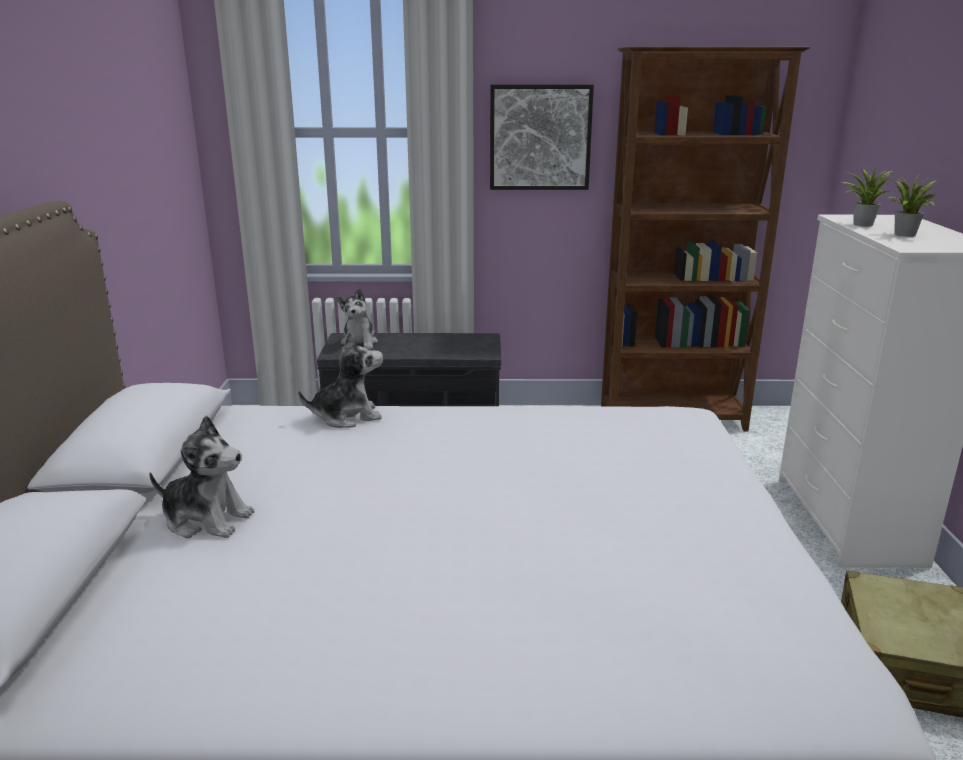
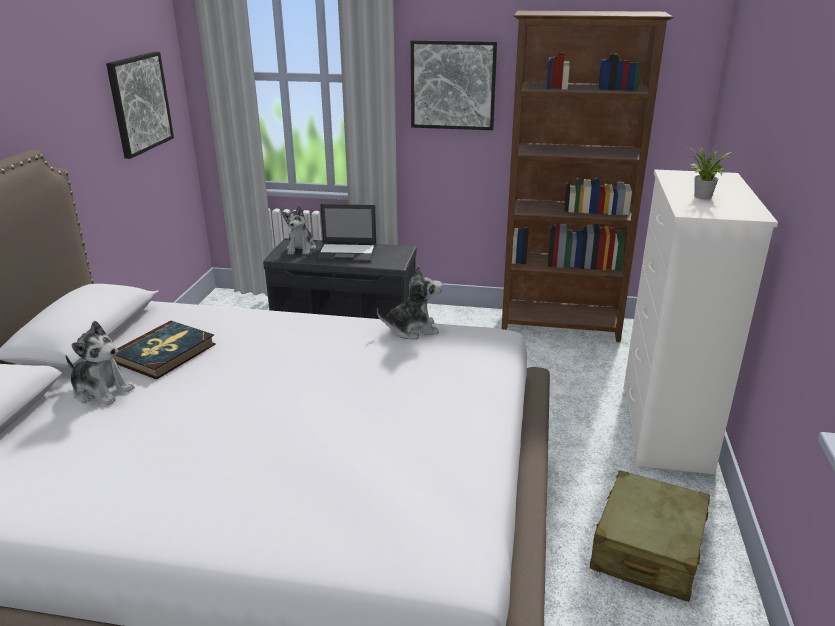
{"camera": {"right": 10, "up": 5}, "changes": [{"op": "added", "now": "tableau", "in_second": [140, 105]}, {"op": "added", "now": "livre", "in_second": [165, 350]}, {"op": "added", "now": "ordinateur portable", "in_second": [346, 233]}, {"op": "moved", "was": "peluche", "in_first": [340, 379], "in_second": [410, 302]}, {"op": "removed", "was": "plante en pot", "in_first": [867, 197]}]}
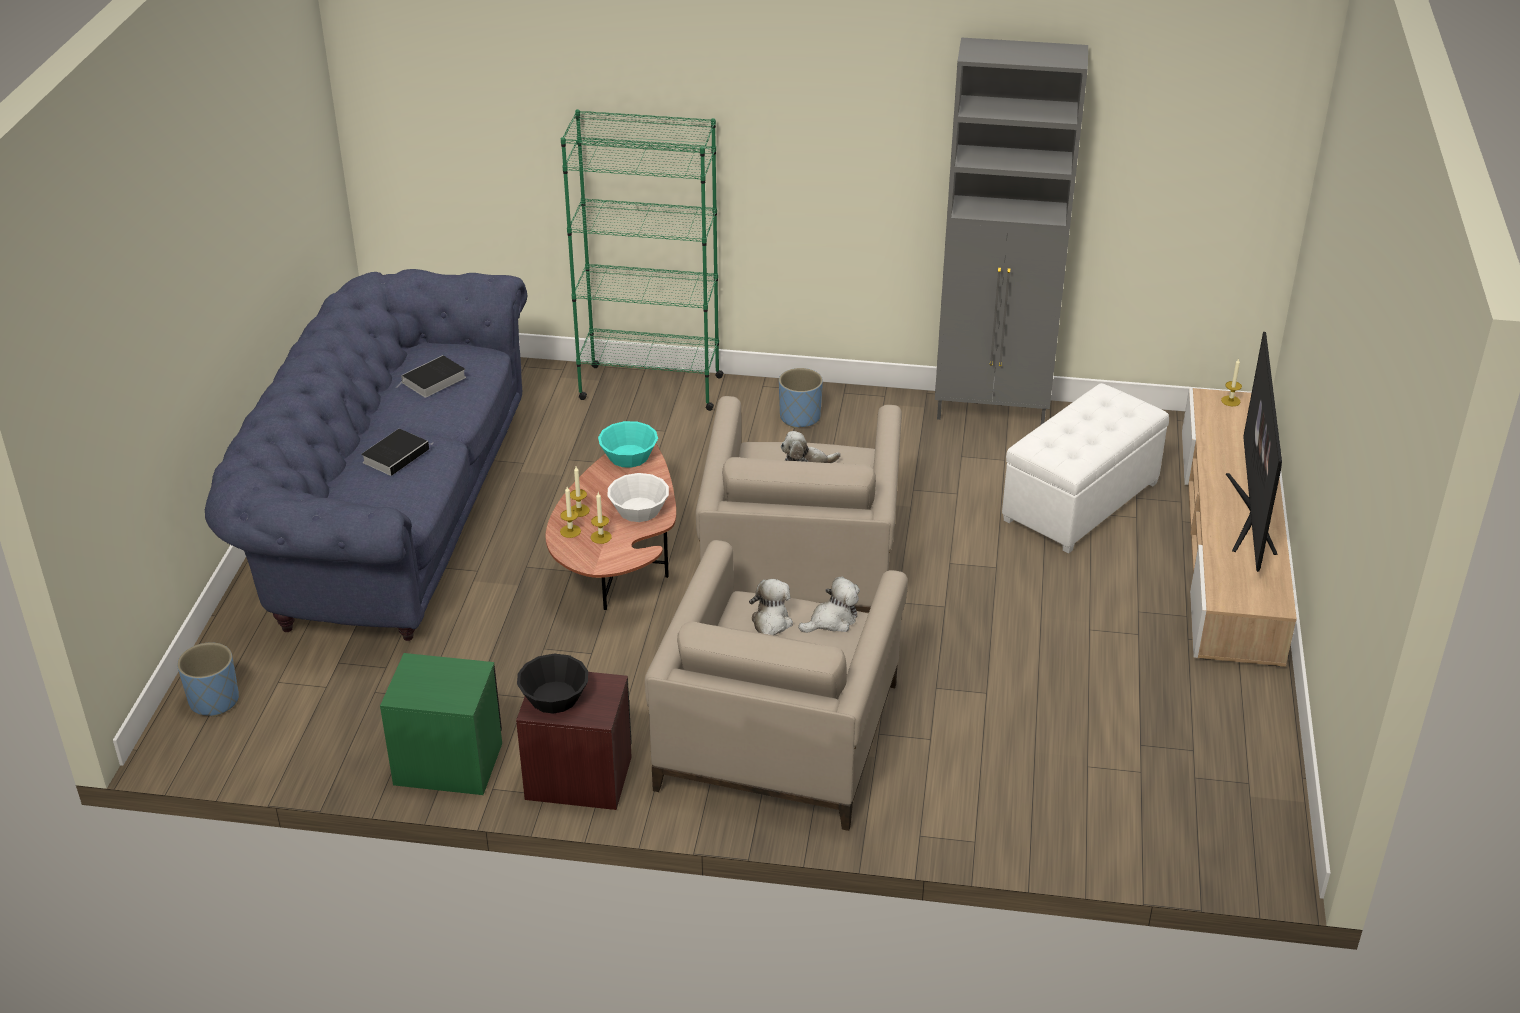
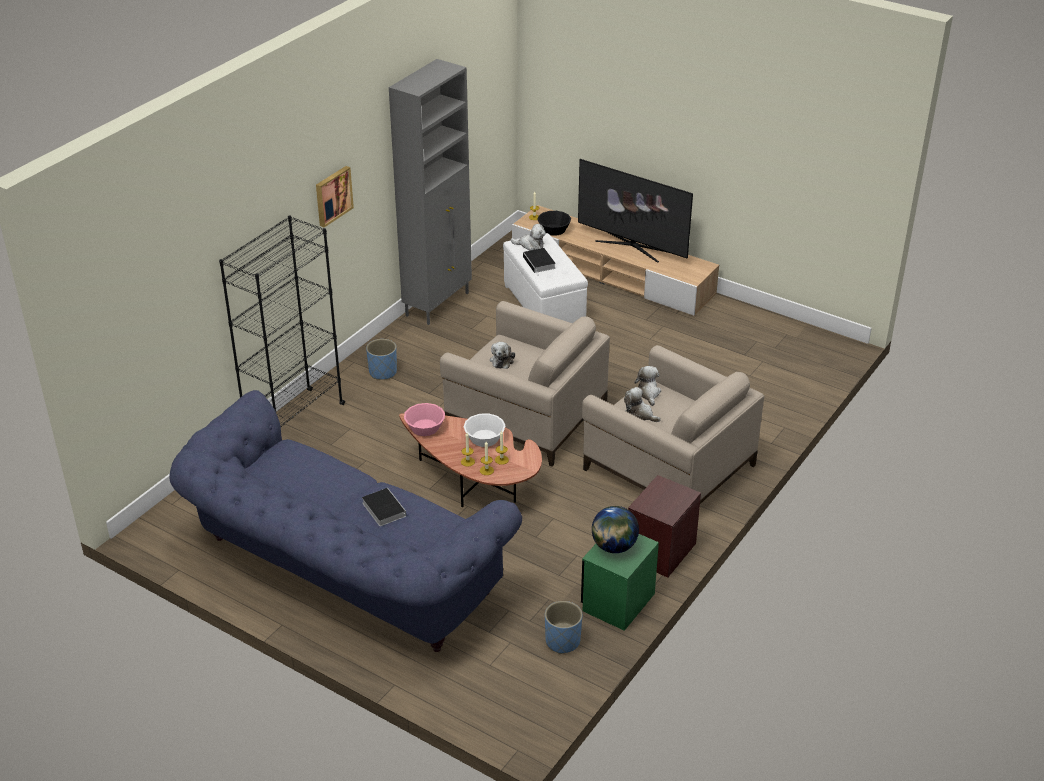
{"camera": {"right": -65, "up": 0}, "changes": [{"op": "recoloured", "was": "bibliothèque [vert]", "now": "bibliothèque [noir]", "in_first": [642, 260], "in_second": [282, 321]}, {"op": "added", "now": "tableau", "in_second": [335, 196]}, {"op": "recoloured", "was": "bol [turquoise]", "now": "bol [rose]", "in_first": [628, 444], "in_second": [424, 419]}, {"op": "added", "now": "peluche", "in_second": [528, 237]}, {"op": "moved", "was": "livre", "in_first": [431, 376], "in_second": [539, 261]}, {"op": "moved", "was": "bol [noir]", "in_first": [552, 683], "in_second": [554, 223]}, {"op": "moved", "was": "cache-pot [bleu]", "in_first": [208, 679], "in_second": [563, 627]}, {"op": "added", "now": "globe", "in_second": [615, 529]}]}
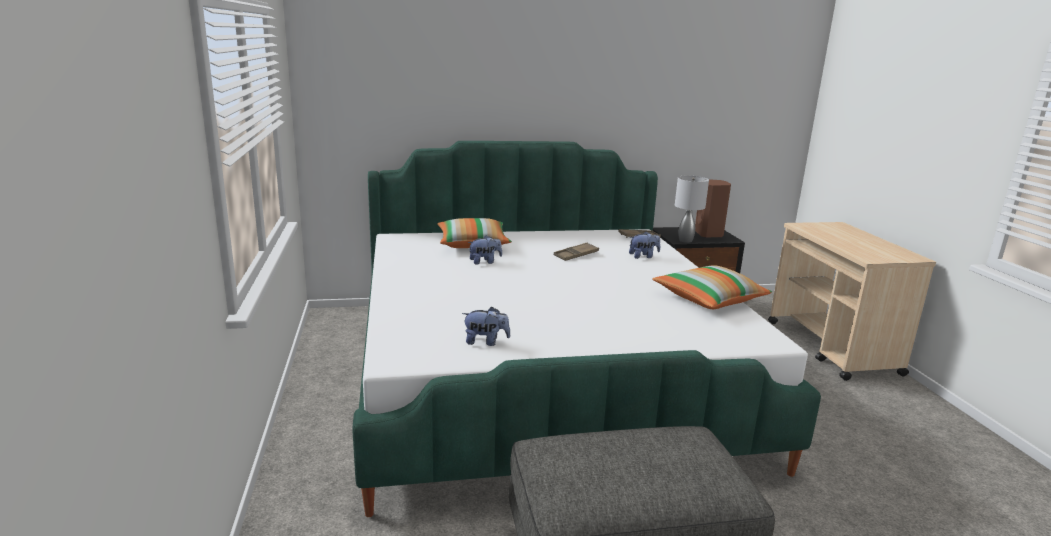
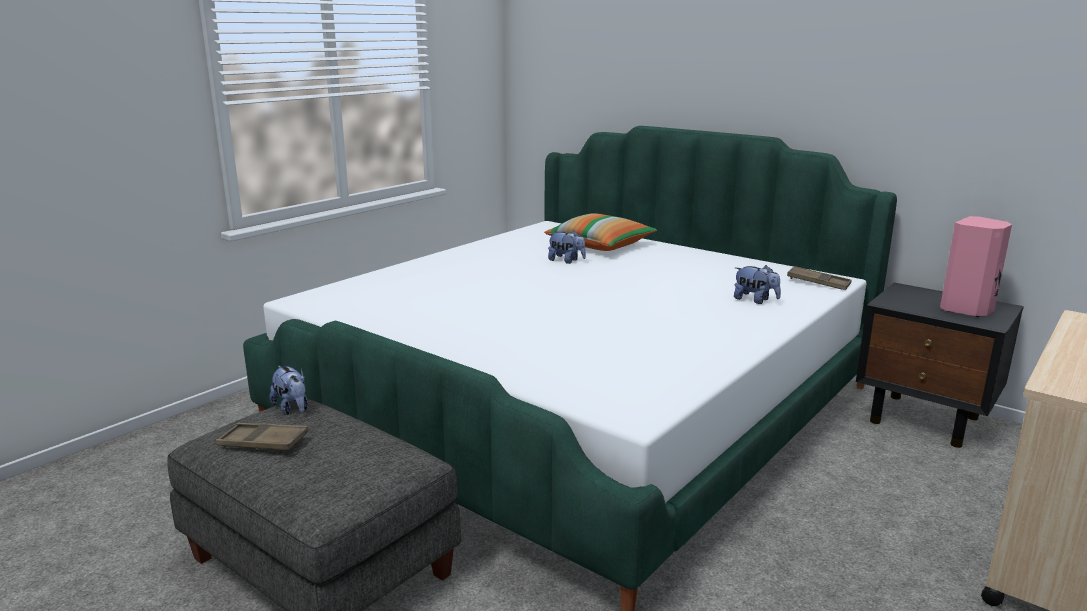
{"camera": {"right": 50, "up": 0}, "changes": [{"op": "moved", "was": "plateau [marron]", "in_first": [576, 251], "in_second": [262, 437]}, {"op": "moved", "was": "peluche", "in_first": [486, 326], "in_second": [289, 390]}, {"op": "recoloured", "was": "enceinte [marron]", "now": "enceinte [rose]", "in_first": [713, 208], "in_second": [976, 266]}, {"op": "removed", "was": "coussin", "in_first": [712, 287]}, {"op": "removed", "was": "lampe de table [gris]", "in_first": [692, 209]}]}
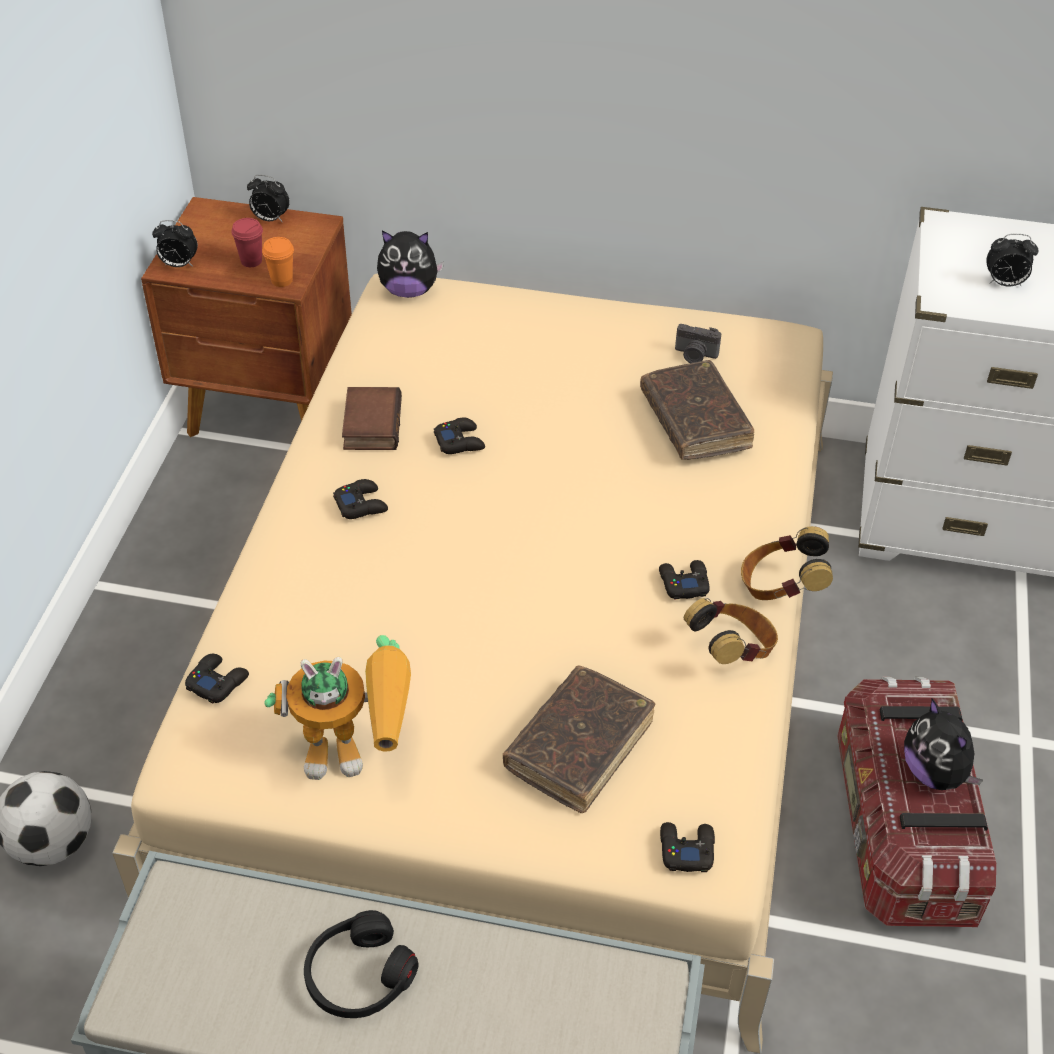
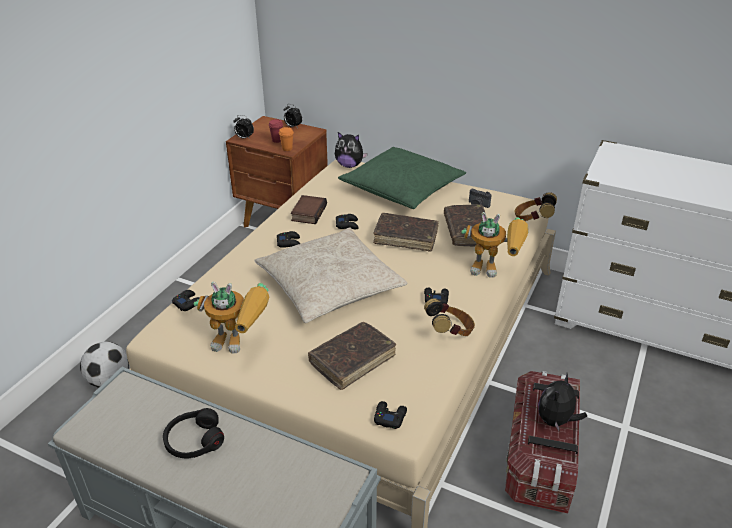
{"camera": {"right": 15, "up": -10}, "changes": [{"op": "added", "now": "coussin [beige]", "in_second": [330, 275]}, {"op": "added", "now": "coussin [vert]", "in_second": [402, 178]}, {"op": "added", "now": "livre [marron]", "in_second": [406, 232]}, {"op": "added", "now": "robot jouet", "in_second": [494, 245]}, {"op": "moved", "was": "casque audio", "in_first": [787, 563], "in_second": [535, 206]}, {"op": "turned", "was": "peluche", "in_first": [943, 744], "in_second": [562, 402], "clockwise": 45}, {"op": "removed", "was": "réveil", "in_first": [1012, 260]}]}
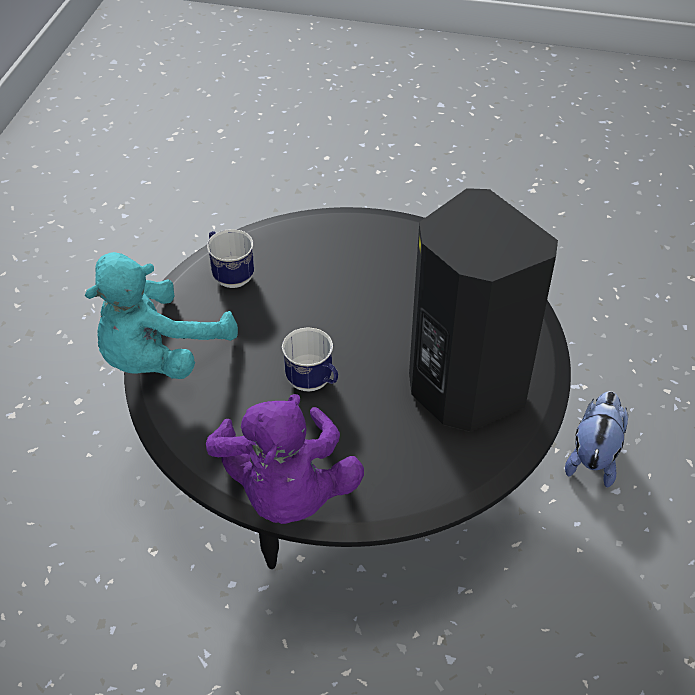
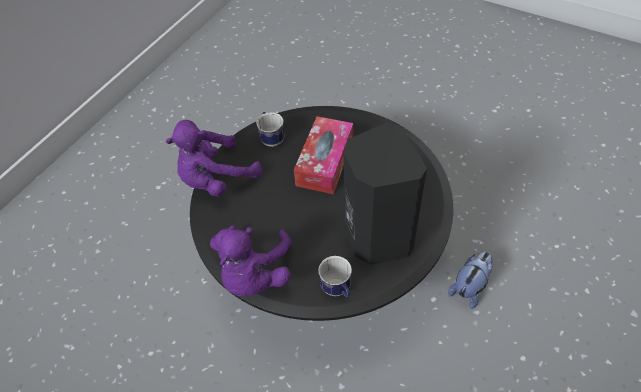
{"camera": {"right": 20, "up": 5}, "changes": [{"op": "recoloured", "was": "peluche [turquoise]", "now": "peluche [violet]", "in_first": [161, 315], "in_second": [214, 158]}, {"op": "added", "now": "boîte à mouchoirs", "in_second": [323, 155]}, {"op": "moved", "was": "mug", "in_first": [310, 359], "in_second": [335, 276]}]}
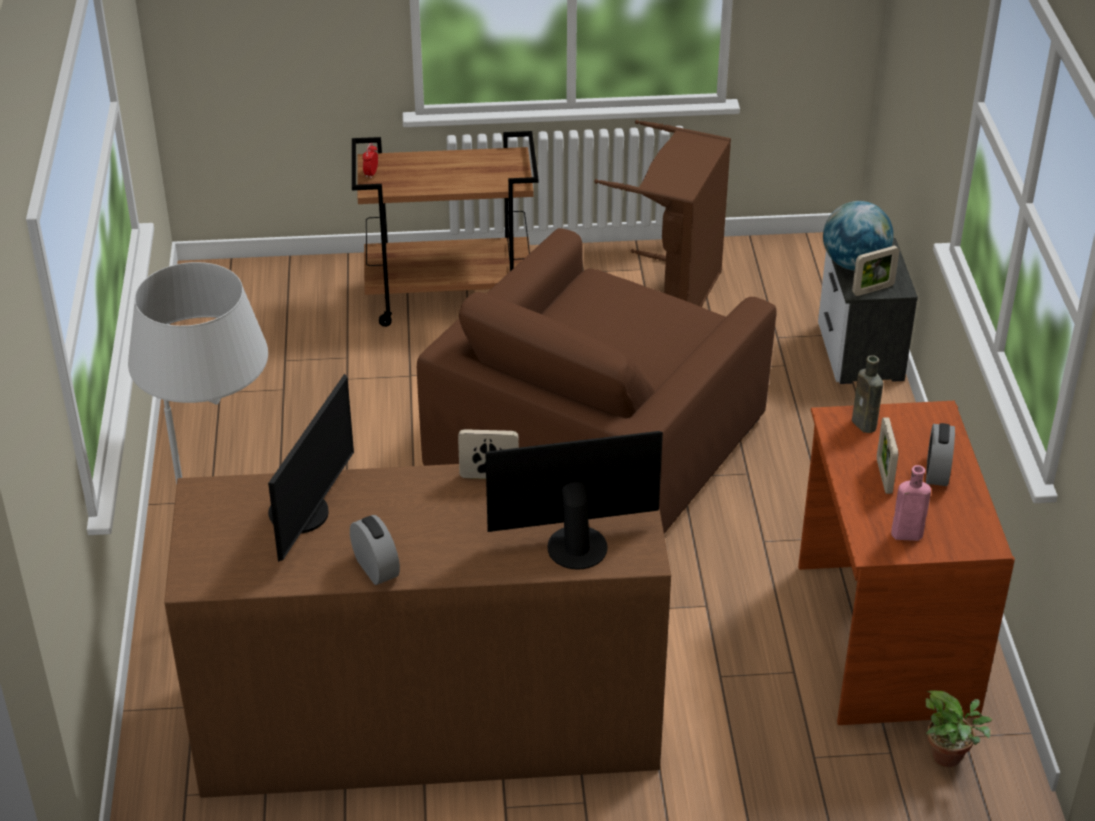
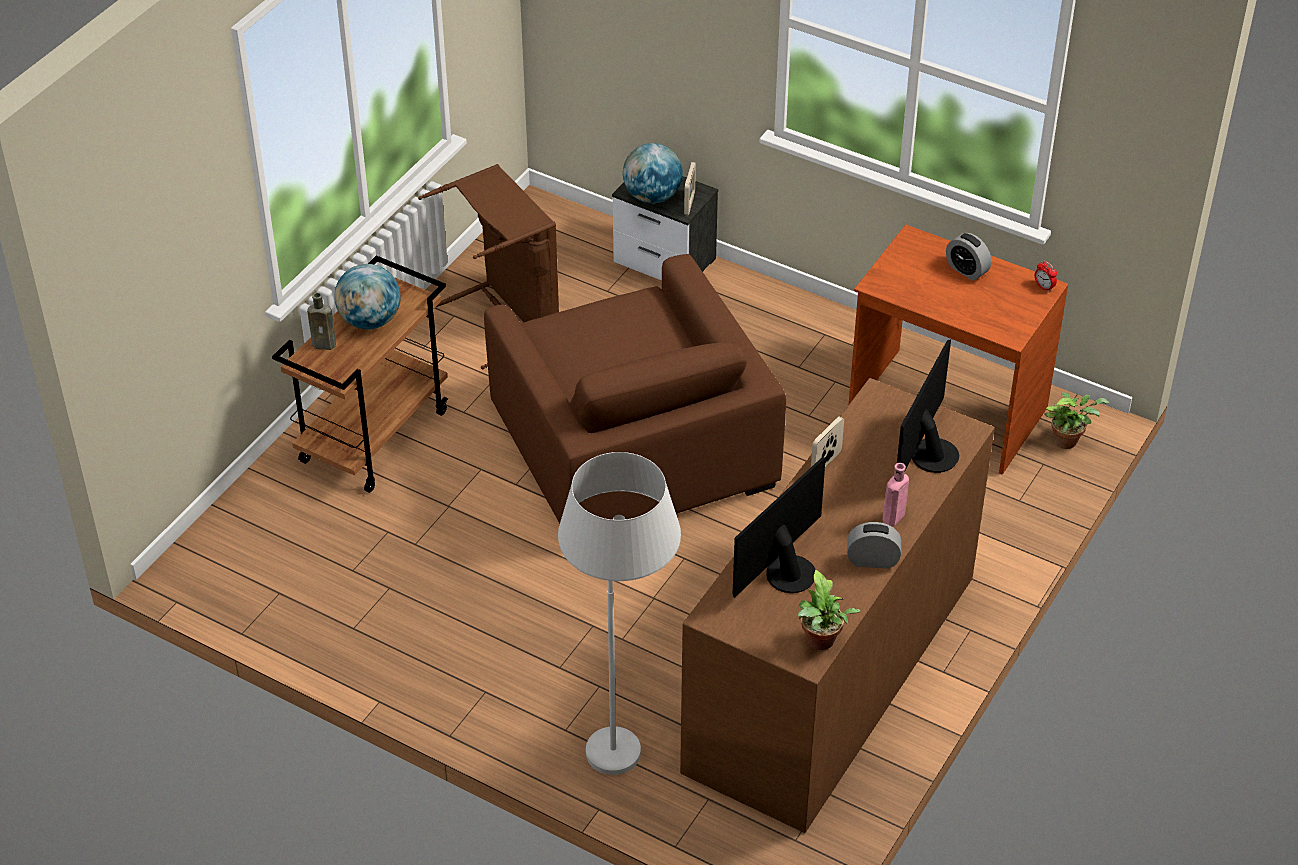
{"camera": {"right": -55, "up": 5}, "changes": [{"op": "moved", "was": "bouteille [marron]", "in_first": [867, 394], "in_second": [321, 321]}, {"op": "added", "now": "globe", "in_second": [367, 296]}, {"op": "turned", "was": "écran d'ordinateur", "in_first": [311, 468], "in_second": [779, 527], "clockwise": -105}, {"op": "added", "now": "plante en pot", "in_second": [829, 609]}, {"op": "moved", "was": "bouteille [rose]", "in_first": [911, 503], "in_second": [896, 495]}, {"op": "moved", "was": "réveil", "in_first": [370, 160], "in_second": [1046, 276]}, {"op": "removed", "was": "cadre photo", "in_first": [887, 455]}]}
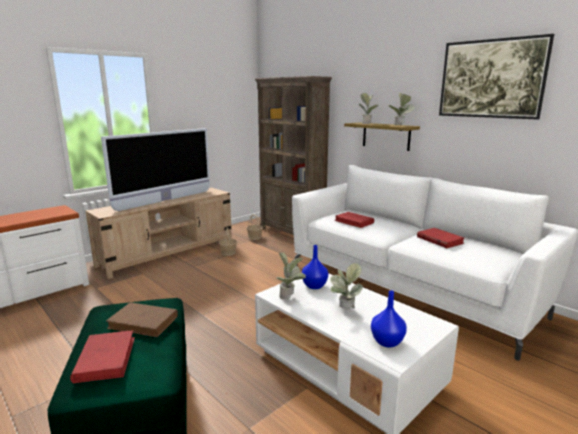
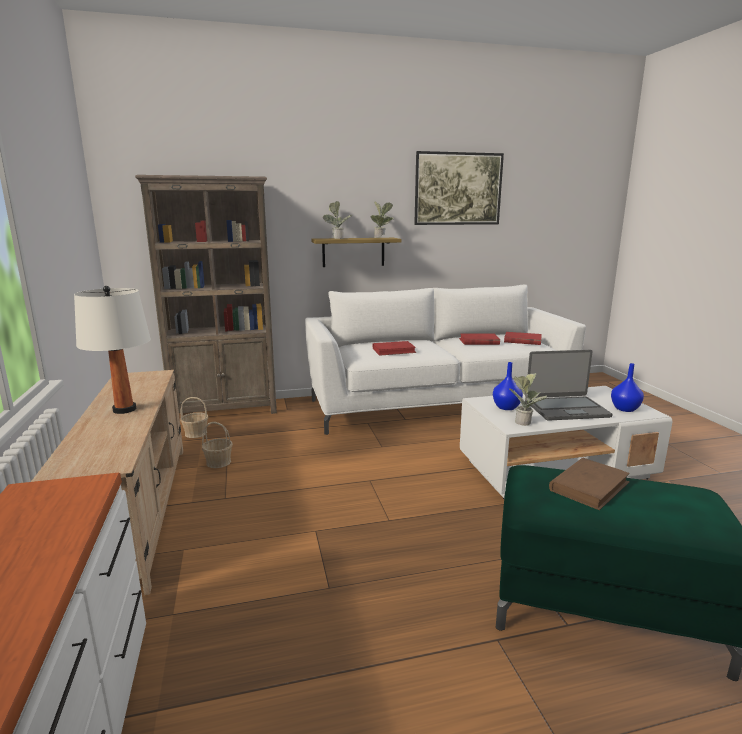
{"camera": {"right": -60, "up": 0}, "changes": [{"op": "replaced", "was": "téléviseur", "now": "lampe de table [blanc]", "in_first": [155, 169], "in_second": [112, 350]}, {"op": "moved", "was": "livre [rouge]", "in_first": [102, 357], "in_second": [523, 338]}, {"op": "replaced", "was": "plante en pot", "now": "ordinateur portable", "in_first": [346, 286], "in_second": [570, 385]}]}
